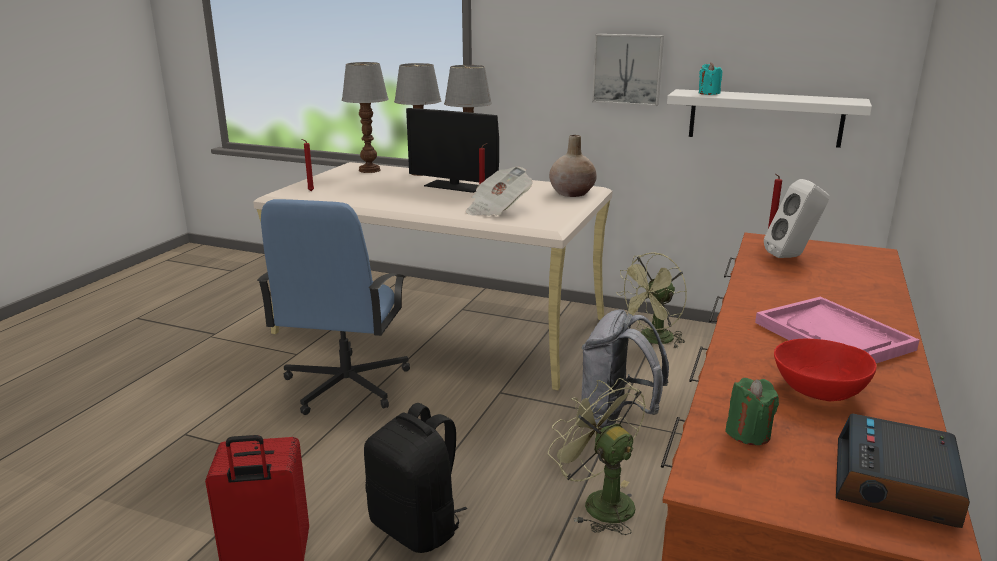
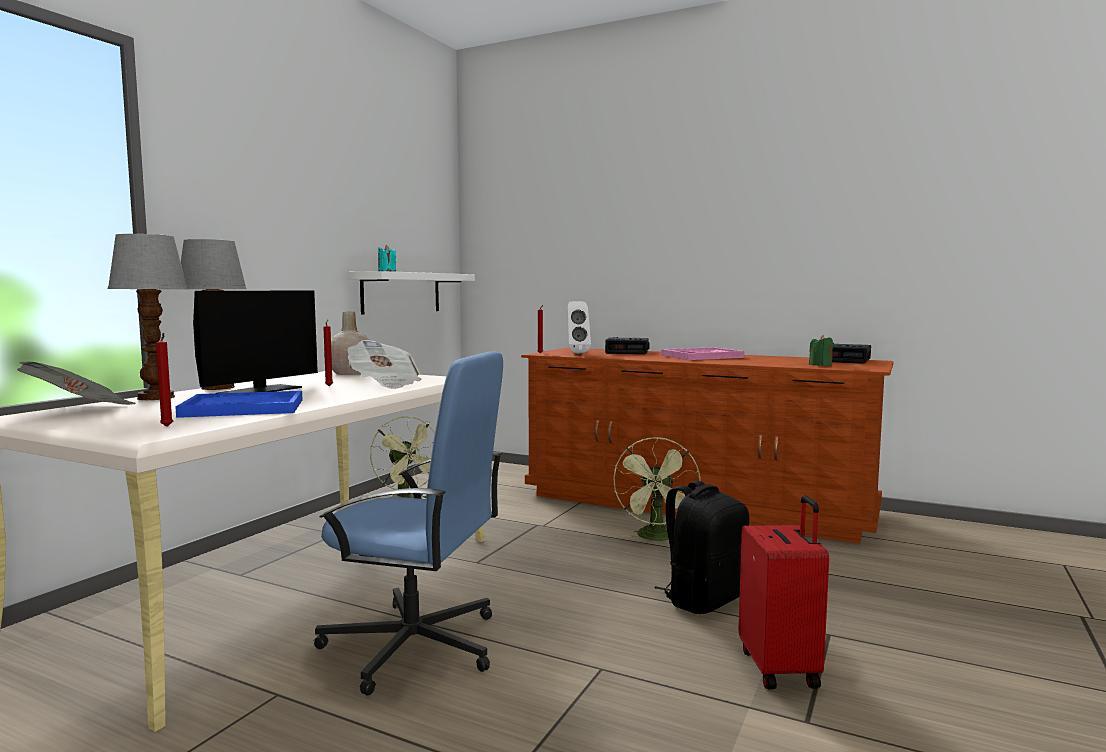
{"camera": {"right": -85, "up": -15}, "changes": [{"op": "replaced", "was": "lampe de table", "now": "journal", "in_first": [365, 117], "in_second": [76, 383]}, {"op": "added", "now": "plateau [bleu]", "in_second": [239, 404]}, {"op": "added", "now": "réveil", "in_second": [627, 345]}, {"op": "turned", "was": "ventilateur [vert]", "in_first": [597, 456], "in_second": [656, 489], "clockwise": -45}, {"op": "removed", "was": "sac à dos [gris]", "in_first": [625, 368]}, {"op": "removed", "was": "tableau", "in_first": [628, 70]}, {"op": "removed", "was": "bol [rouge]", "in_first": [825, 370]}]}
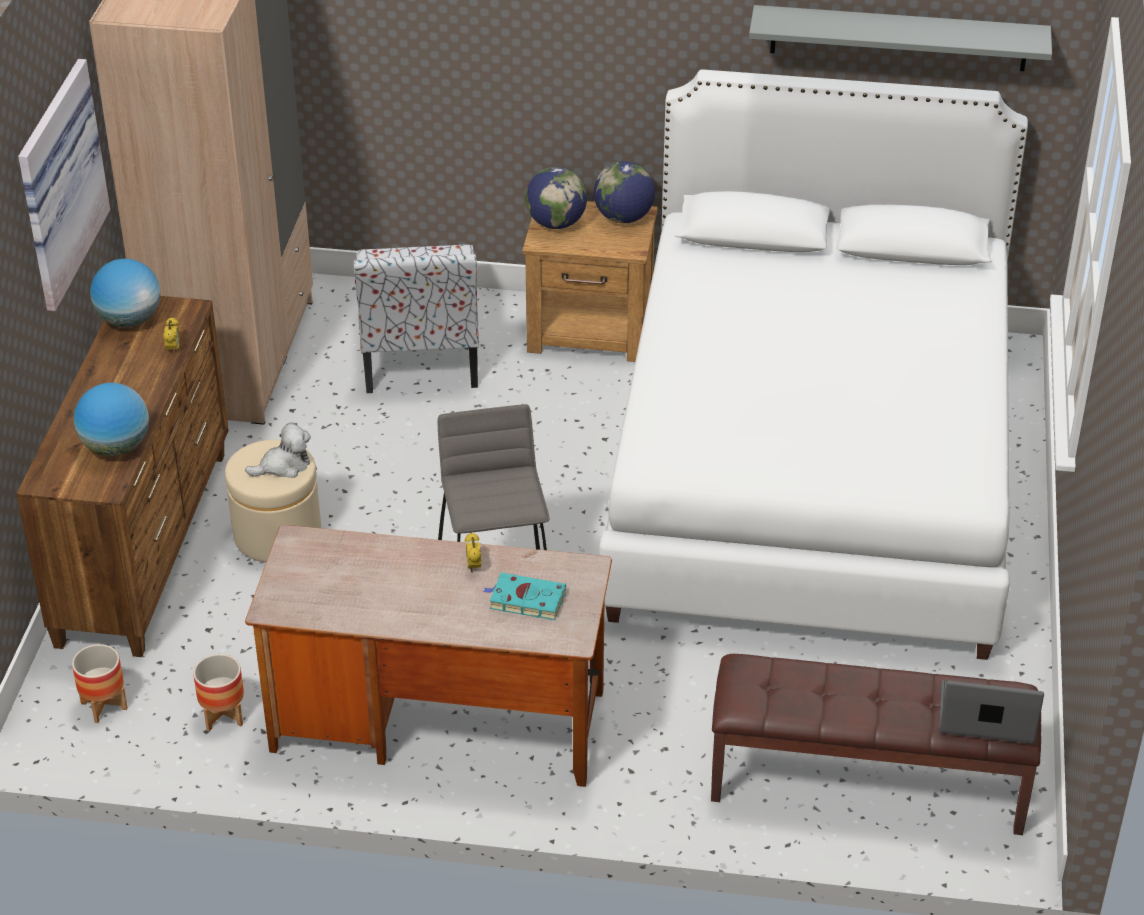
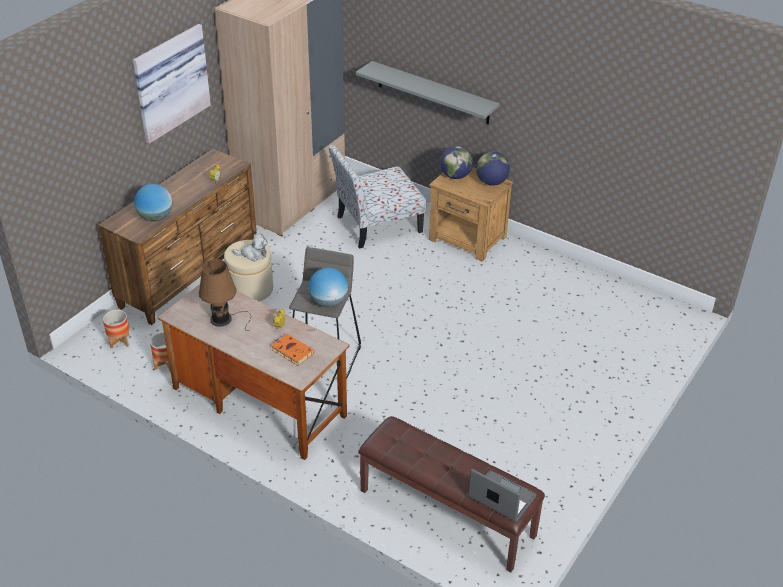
{"camera": {"right": 25, "up": 0}, "changes": [{"op": "added", "now": "lampe de table [marron]", "in_second": [225, 295]}, {"op": "recoloured", "was": "livre [turquoise]", "now": "livre [orange]", "in_first": [524, 596], "in_second": [293, 350]}, {"op": "moved", "was": "globe", "in_first": [125, 293], "in_second": [328, 287]}, {"op": "turned", "was": "chaise", "in_first": [416, 319], "in_second": [377, 197], "clockwise": 45}, {"op": "moved", "was": "étagère [gris]", "in_first": [900, 38], "in_second": [428, 92]}, {"op": "removed", "was": "lit [blanc]", "in_first": [813, 364]}]}
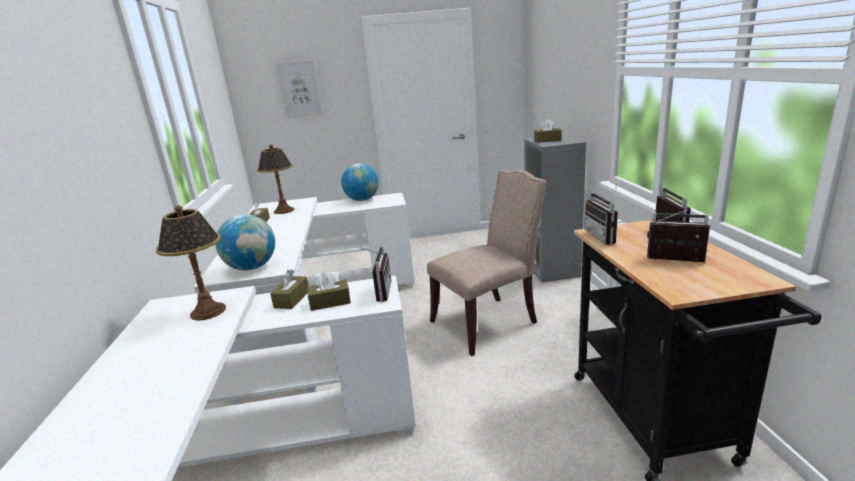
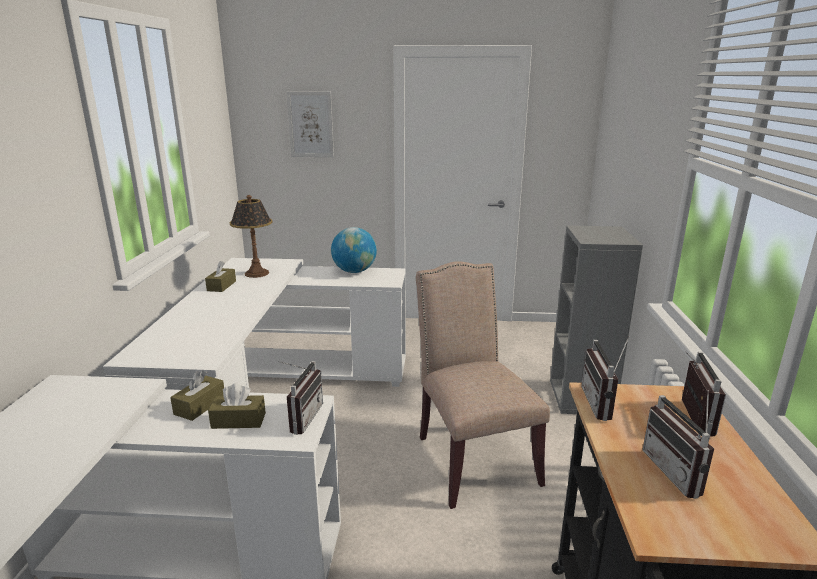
{"camera": {"right": 10, "up": 0}, "changes": [{"op": "turned", "was": "chaise [beige]", "in_first": [487, 263], "in_second": [483, 385], "clockwise": -90}, {"op": "turned", "was": "radio", "in_first": [678, 235], "in_second": [678, 444], "clockwise": -135}, {"op": "removed", "was": "lampe de table", "in_first": [191, 263]}, {"op": "removed", "was": "globe", "in_first": [245, 242]}, {"op": "removed", "was": "boîte à mouchoirs [marron]", "in_first": [548, 131]}]}
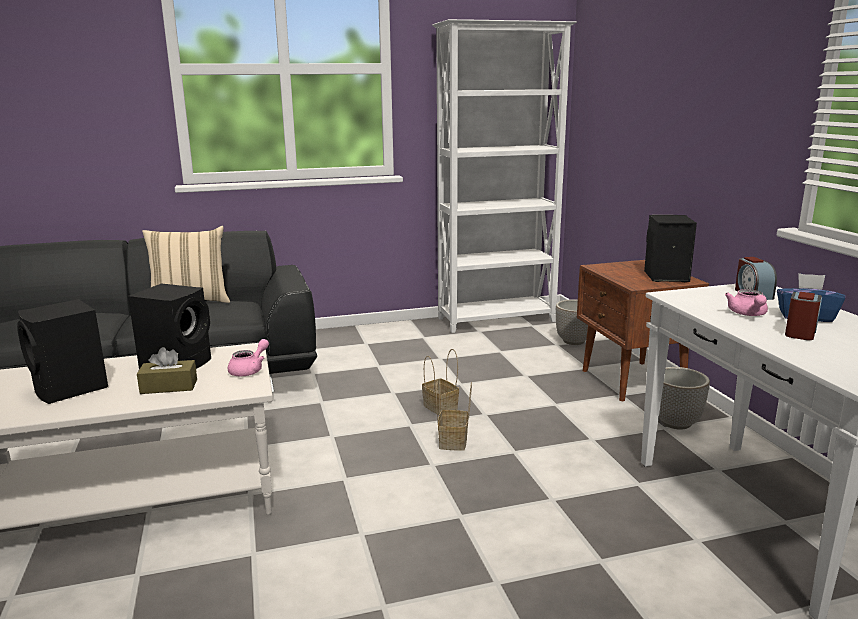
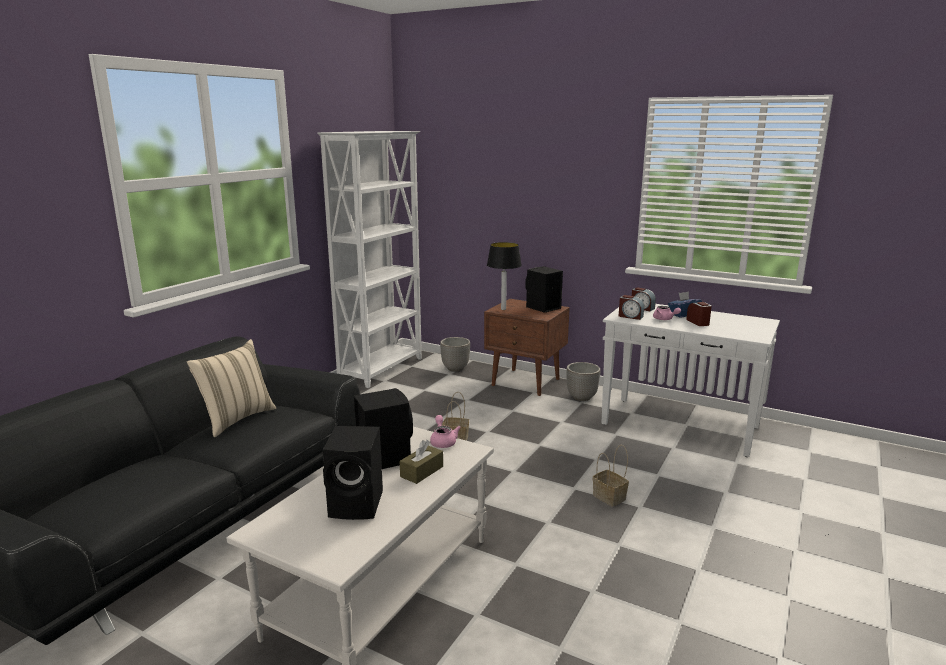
{"camera": {"right": -45, "up": 0}, "changes": [{"op": "added", "now": "lampe de table", "in_second": [504, 276]}, {"op": "moved", "was": "panier", "in_first": [454, 416], "in_second": [611, 476]}, {"op": "added", "now": "réveil", "in_second": [631, 307]}]}
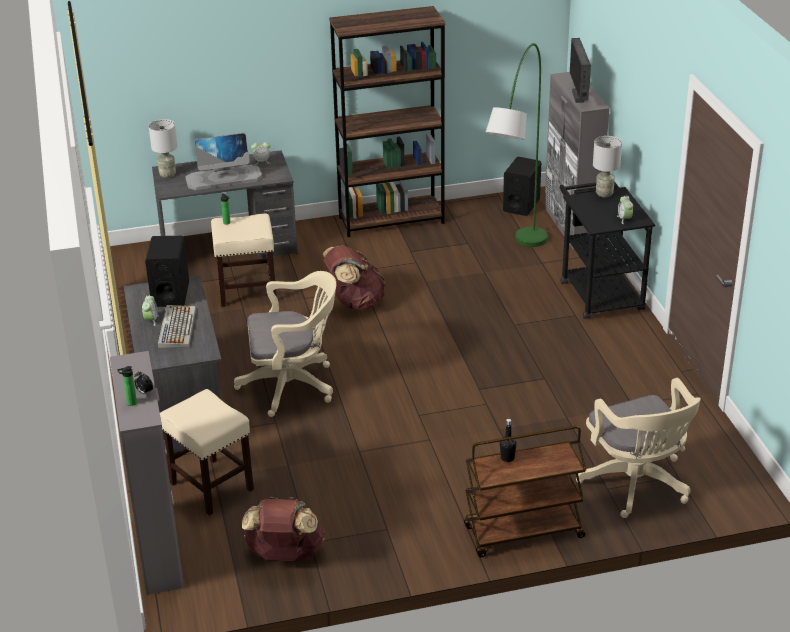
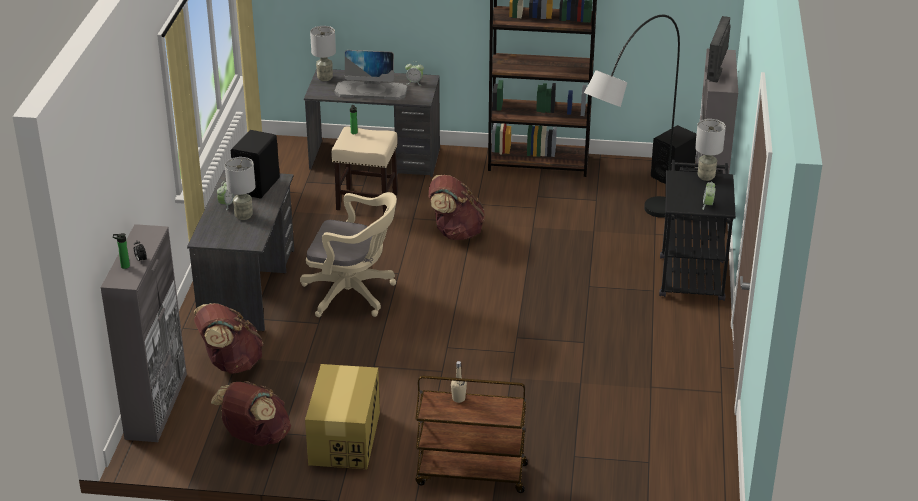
{"camera": {"right": 20, "up": 0}, "changes": [{"op": "replaced", "was": "tabouret [beige]", "now": "sac à dos [marron]", "in_first": [207, 452], "in_second": [229, 338]}, {"op": "replaced", "was": "clavier", "now": "lampe de table [gris]", "in_first": [177, 326], "in_second": [240, 188]}, {"op": "added", "now": "carton", "in_second": [342, 416]}, {"op": "recoloured", "was": "bouteille [noir]", "now": "bouteille [beige]", "in_first": [508, 440], "in_second": [459, 382]}, {"op": "recoloured", "was": "lampadaire [vert]", "now": "lampadaire [noir]", "in_first": [517, 145], "in_second": [632, 116]}, {"op": "removed", "was": "chaise de bureau [beige]", "in_first": [638, 448]}]}
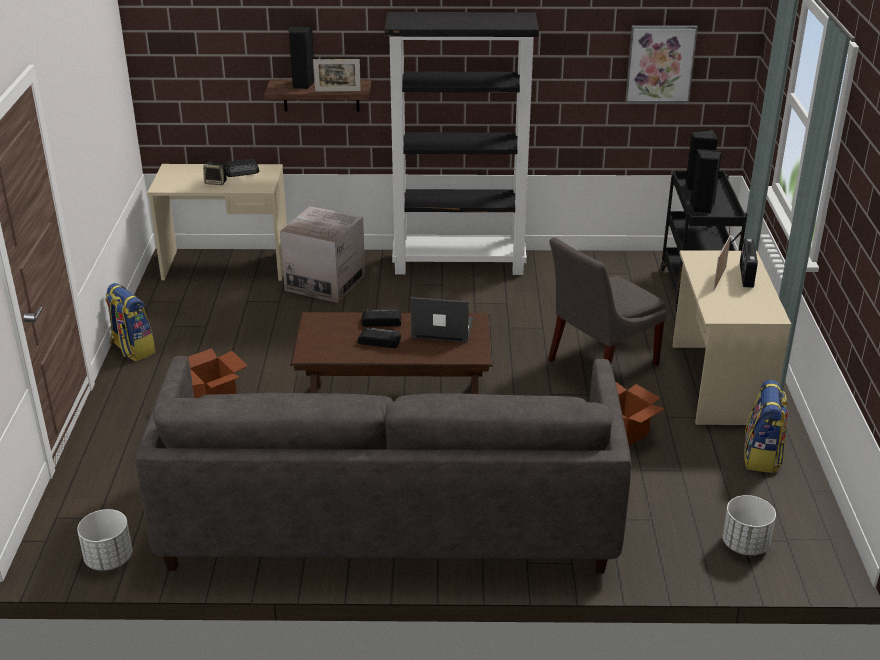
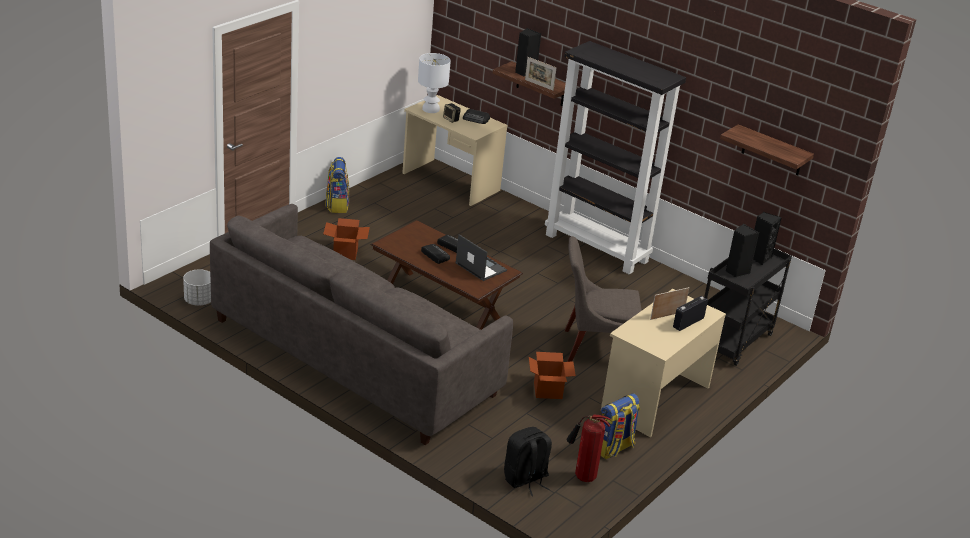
{"camera": {"right": 35, "up": 0}, "changes": [{"op": "added", "now": "lampe de table [blanc]", "in_second": [434, 83]}, {"op": "replaced", "was": "cache-pot [blanc]", "now": "sac à dos [noir]", "in_first": [749, 525], "in_second": [528, 461]}, {"op": "added", "now": "extincteur", "in_second": [588, 448]}, {"op": "replaced", "was": "tableau", "now": "étagère", "in_first": [661, 64], "in_second": [767, 150]}, {"op": "removed", "was": "carton", "in_first": [322, 254]}]}
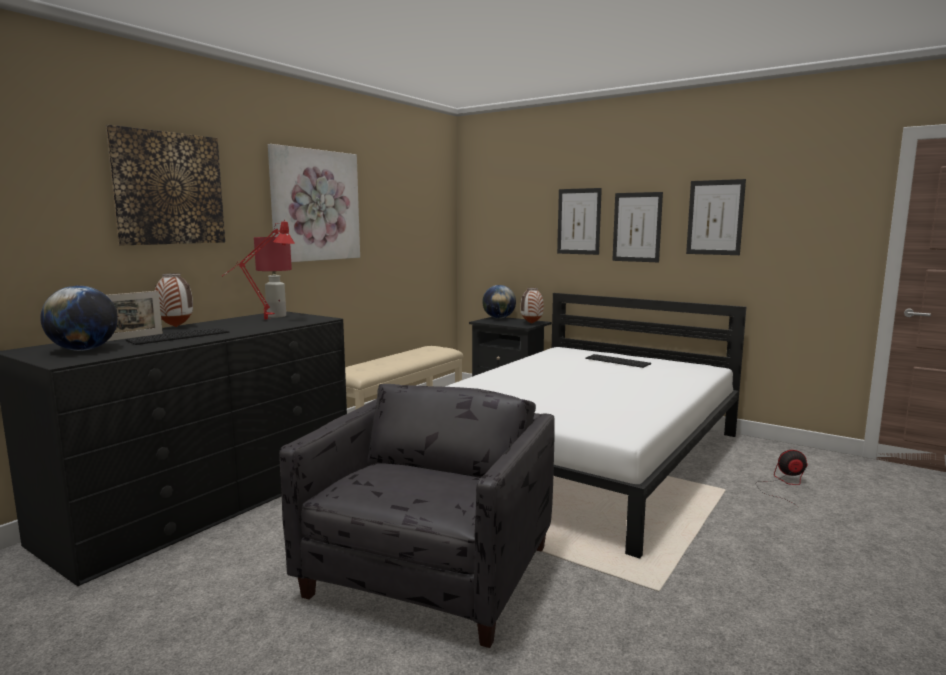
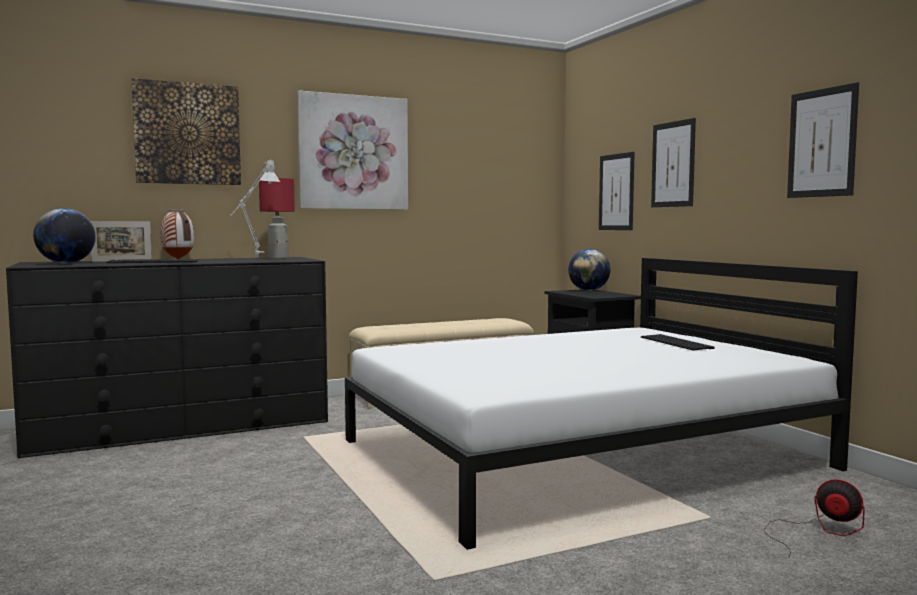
{"camera": {"right": 30, "up": -5}, "changes": [{"op": "recoloured", "was": "lampe de table [rouge]", "now": "lampe de table [gris]", "in_first": [258, 269], "in_second": [255, 208]}, {"op": "moved", "was": "tableau", "in_first": [637, 227], "in_second": [617, 191]}, {"op": "removed", "was": "fauteuil [gris]", "in_first": [417, 516]}, {"op": "removed", "was": "vase", "in_first": [532, 306]}]}
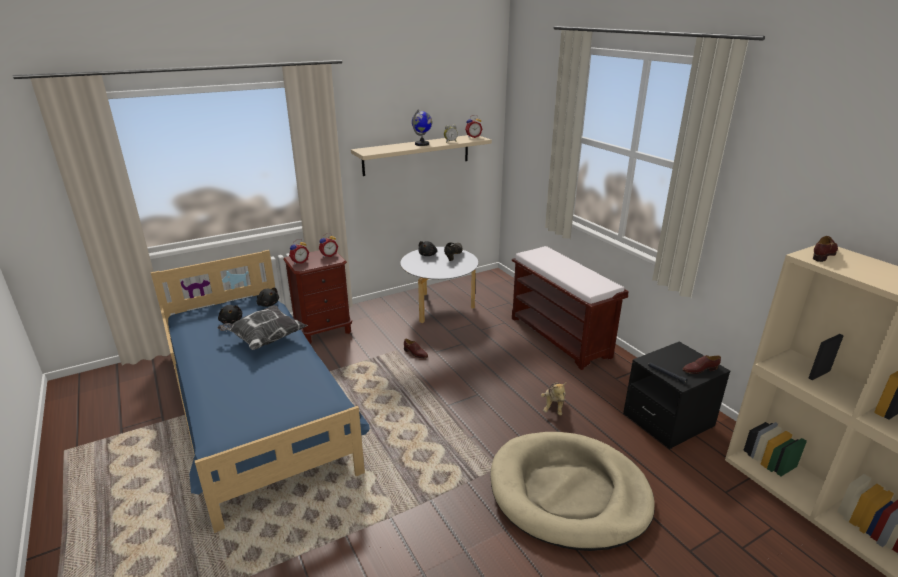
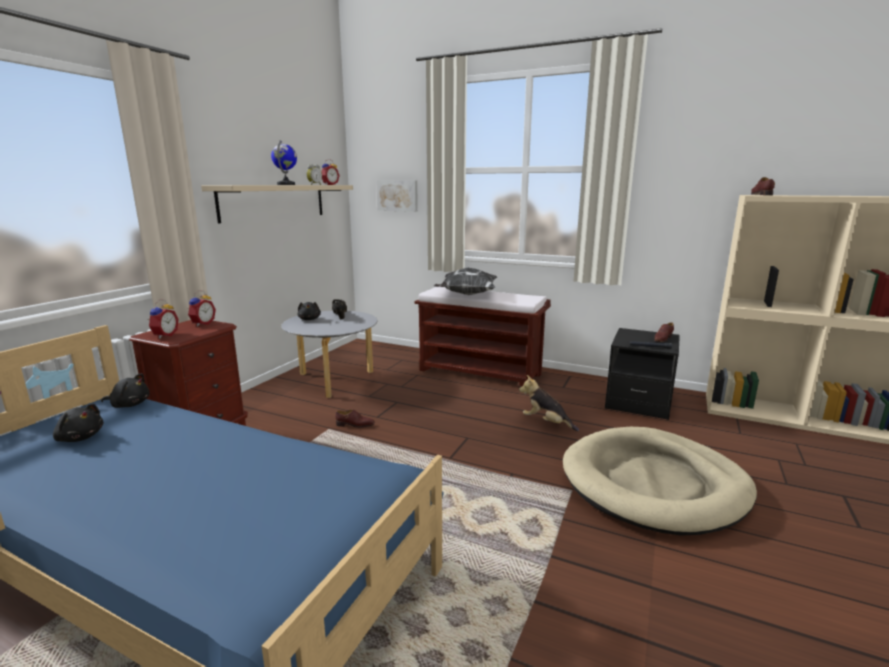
{"camera": {"right": -35, "up": -10}, "changes": [{"op": "added", "now": "tableau", "in_second": [397, 196]}, {"op": "moved", "was": "coussin", "in_first": [262, 327], "in_second": [465, 281]}, {"op": "turned", "was": "peluche", "in_first": [553, 399], "in_second": [549, 403], "clockwise": 150}]}
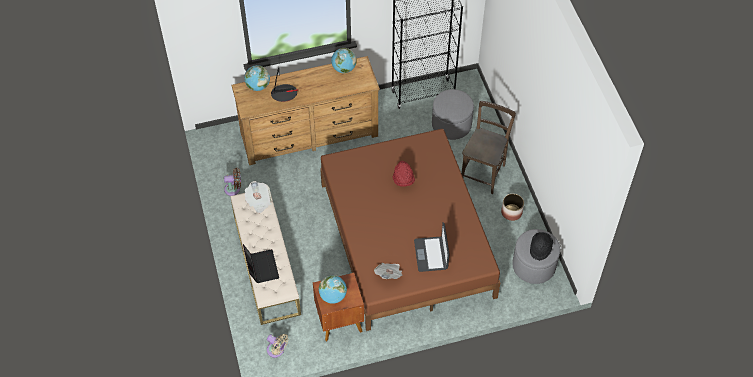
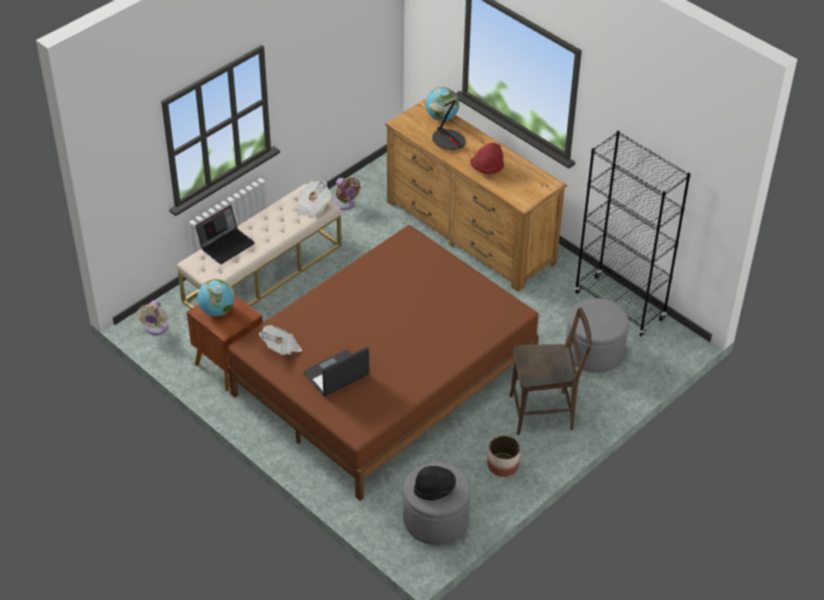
{"camera": {"right": 60, "up": -10}, "changes": [{"op": "moved", "was": "chapeau [rouge]", "in_first": [404, 174], "in_second": [487, 158]}, {"op": "removed", "was": "globe", "in_first": [344, 60]}]}
